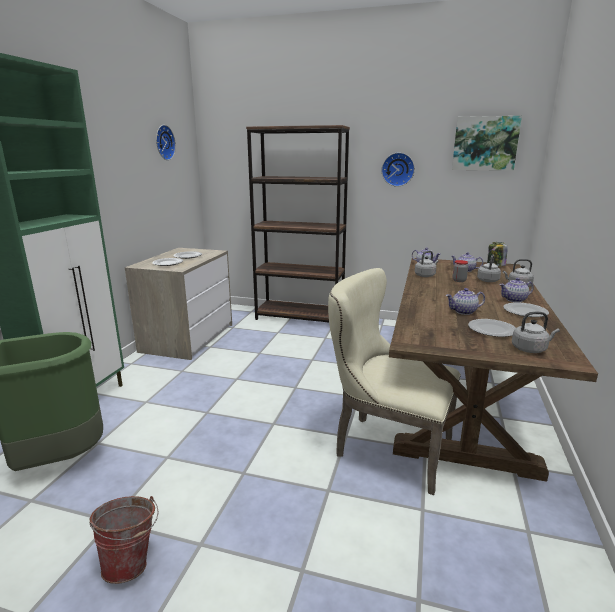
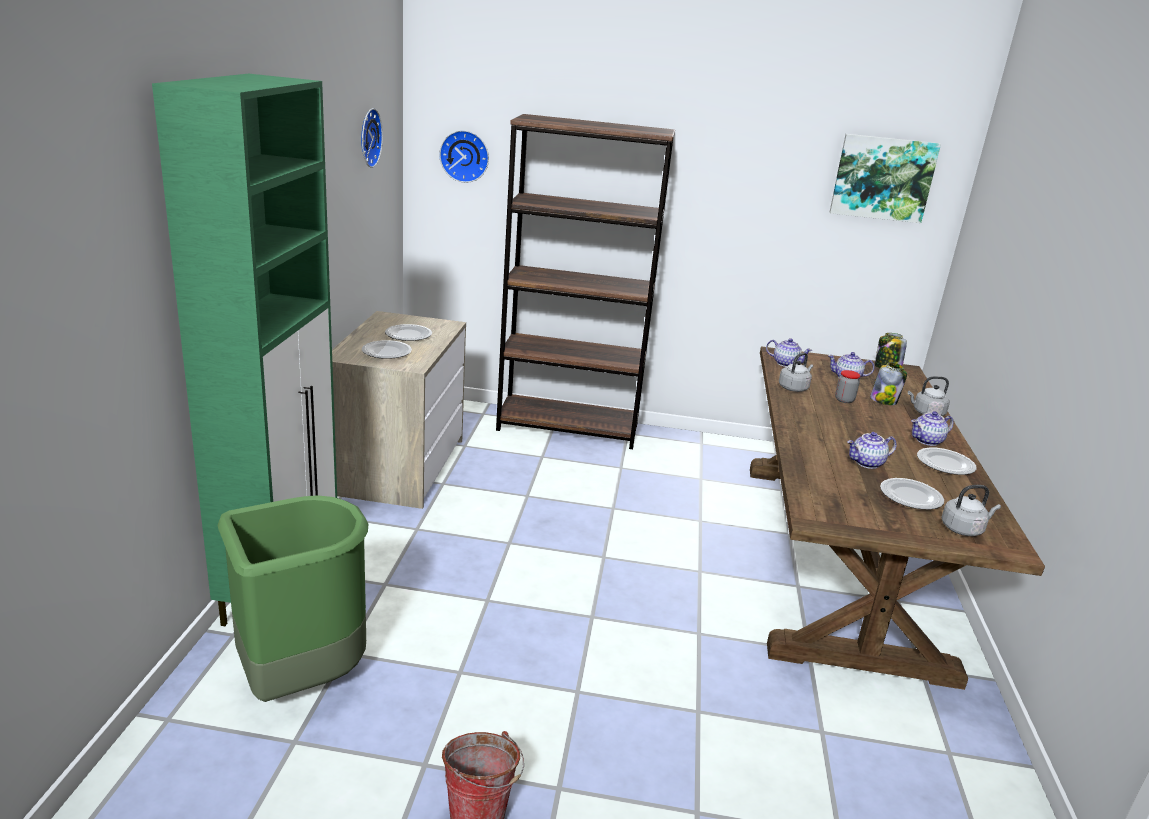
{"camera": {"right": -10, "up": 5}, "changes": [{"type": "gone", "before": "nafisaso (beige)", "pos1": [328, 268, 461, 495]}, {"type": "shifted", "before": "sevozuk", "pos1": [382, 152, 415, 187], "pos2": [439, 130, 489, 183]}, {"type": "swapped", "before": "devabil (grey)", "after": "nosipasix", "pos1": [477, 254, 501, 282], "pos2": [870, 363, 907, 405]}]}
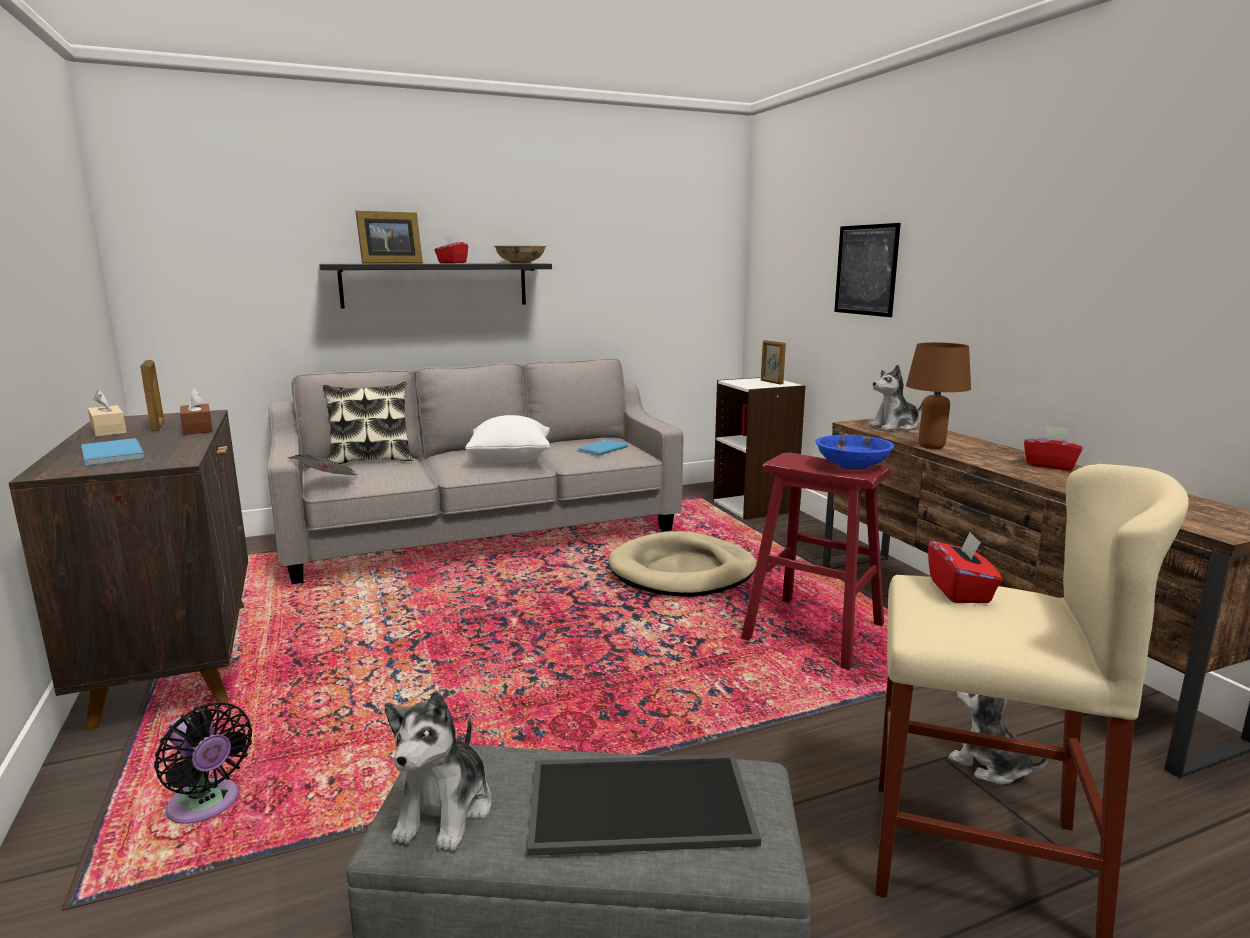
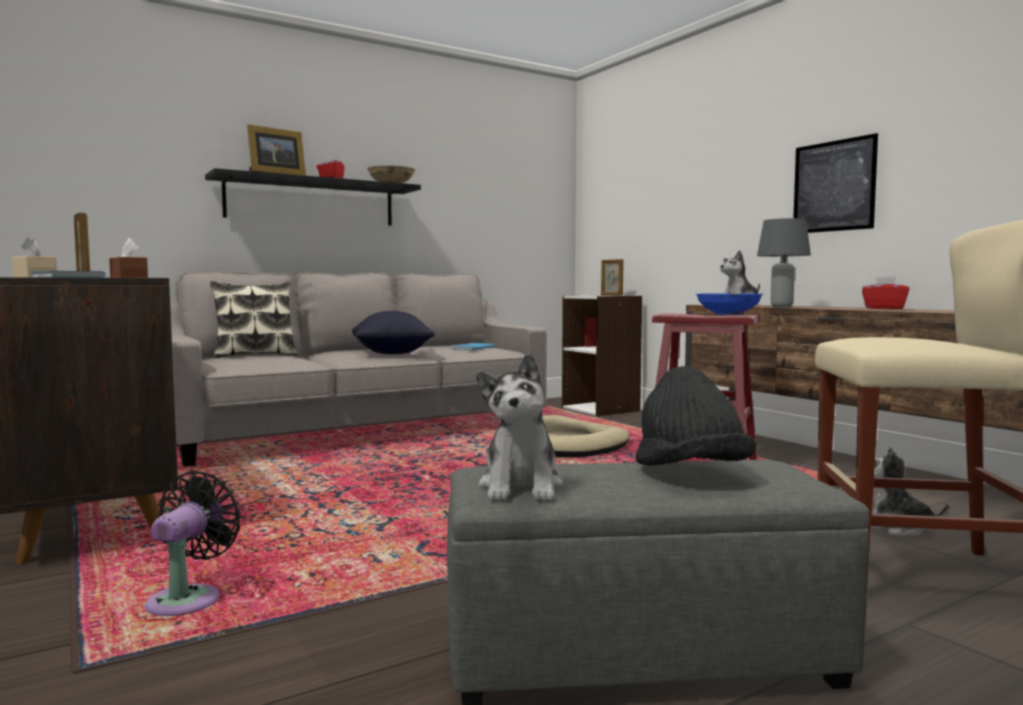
{"camera": {"right": -10, "up": -10}, "changes": [{"type": "gone", "before": "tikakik", "pos1": [288, 455, 359, 475]}, {"type": "gone", "before": "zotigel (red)", "pos1": [928, 532, 1003, 603]}, {"type": "shifted", "before": "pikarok", "pos1": [834, 223, 901, 317], "pos2": [793, 133, 878, 233]}, {"type": "swapped", "before": "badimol", "after": "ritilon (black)", "pos1": [527, 754, 761, 856], "pos2": [635, 366, 756, 466]}, {"type": "repainted", "before": "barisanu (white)", "after": "barisanu (black)", "pos1": [465, 415, 550, 463], "pos2": [352, 311, 435, 354]}, {"type": "repainted", "before": "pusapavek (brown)", "after": "pusapavek (grey)", "pos1": [906, 342, 971, 449], "pos2": [757, 218, 811, 307]}, {"type": "rotated", "before": "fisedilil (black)", "pos1": [154, 702, 252, 824], "pos2": [145, 471, 241, 616], "turn": -105}]}
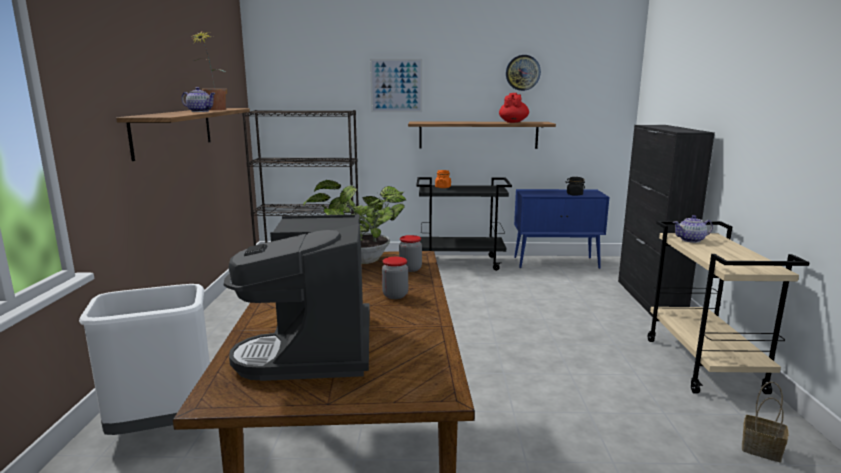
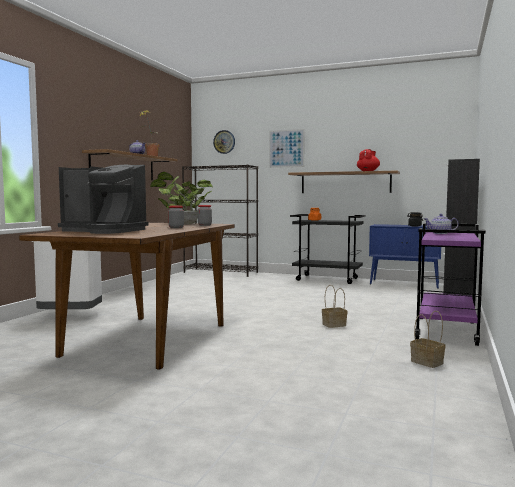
{"camera": {"right": 20, "up": -10}, "changes": [{"type": "new", "after": "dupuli", "pos2": [322, 285, 348, 328]}, {"type": "shifted", "before": "sevozuk", "pos1": [506, 55, 541, 91], "pos2": [213, 130, 235, 154]}, {"type": "repainted", "before": "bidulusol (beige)", "after": "bidulusol (purple)", "pos1": [648, 221, 810, 394], "pos2": [415, 223, 486, 346]}, {"type": "rotated", "before": "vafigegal", "pos1": [224, 214, 370, 381], "pos2": [58, 165, 149, 234], "turn": -90}]}
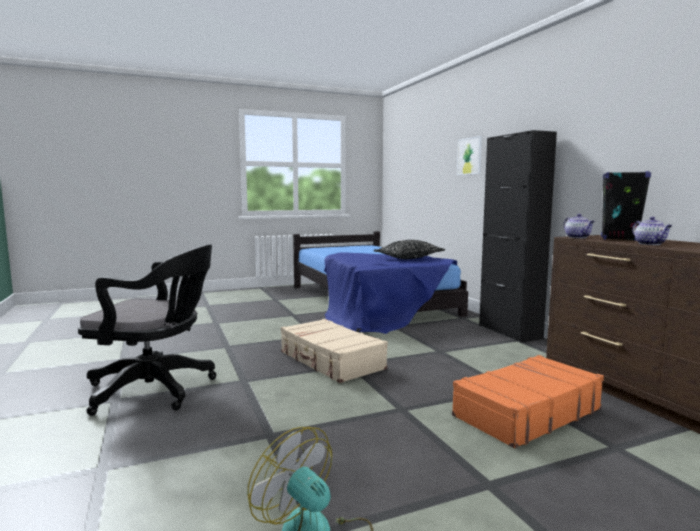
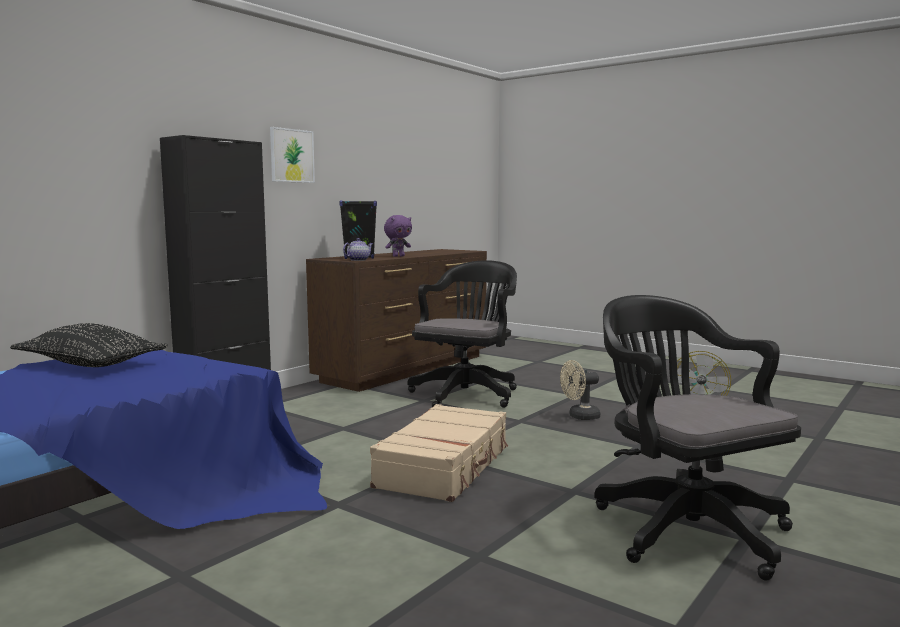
{"camera": {"right": -120, "up": 0}, "changes": [{"type": "new", "after": "fisedilil (beige)", "pos2": [560, 360, 600, 420]}, {"type": "shifted", "before": "pikarok", "pos1": [457, 136, 482, 175], "pos2": [270, 127, 315, 183]}, {"type": "swapped", "before": "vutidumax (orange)", "after": "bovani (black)", "pos1": [452, 355, 604, 449], "pos2": [408, 260, 517, 408]}, {"type": "swapped", "before": "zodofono", "after": "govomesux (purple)", "pos1": [632, 217, 673, 245], "pos2": [384, 215, 412, 257]}]}
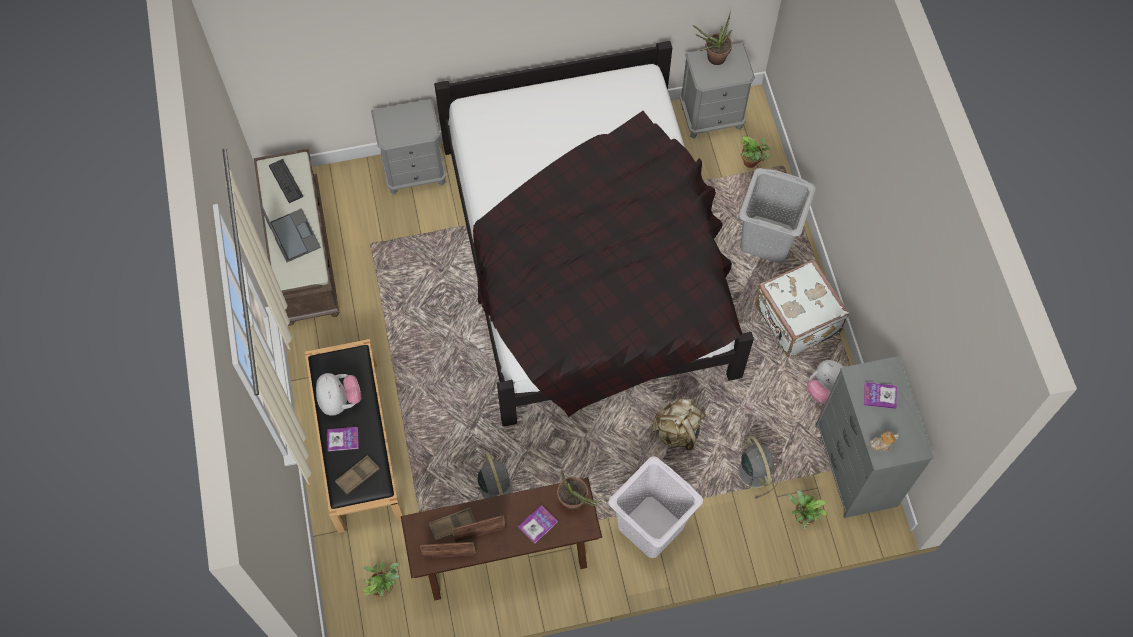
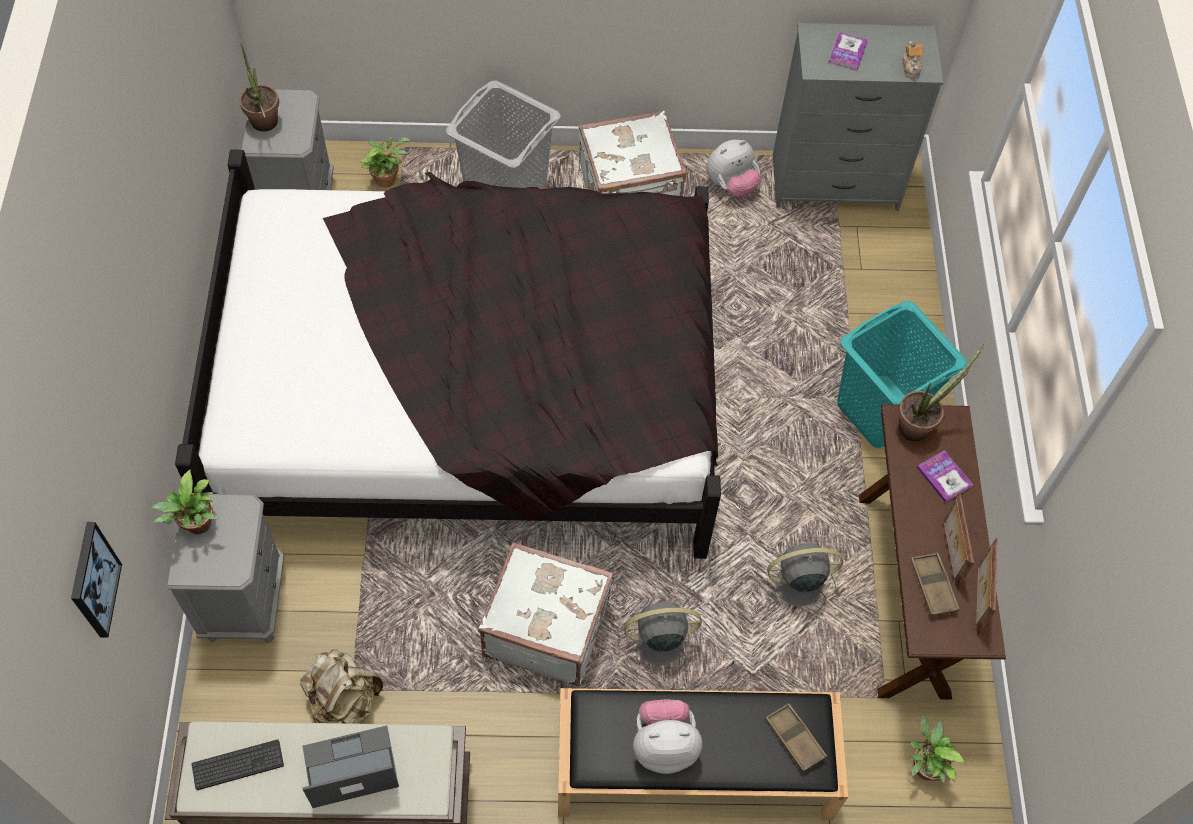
{"camera": {"right": -80, "up": -5}, "changes": [{"type": "gone", "before": "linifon", "pos1": [327, 427, 359, 451]}, {"type": "new", "after": "pikarok", "pos2": [71, 522, 122, 638]}, {"type": "new", "after": "vutidumax (white)", "pos2": [478, 542, 614, 686]}, {"type": "shifted", "before": "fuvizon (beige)", "pos1": [652, 398, 705, 450], "pos2": [300, 649, 383, 724]}, {"type": "shifted", "before": "fisedilil (grey)", "pos1": [733, 436, 780, 499], "pos2": [624, 602, 702, 677]}, {"type": "shifted", "before": "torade", "pos1": [787, 489, 828, 530], "pos2": [152, 469, 218, 534]}, {"type": "repainted", "before": "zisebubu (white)", "after": "zisebubu (turquoise)", "pos1": [608, 456, 703, 558], "pos2": [837, 301, 967, 448]}]}
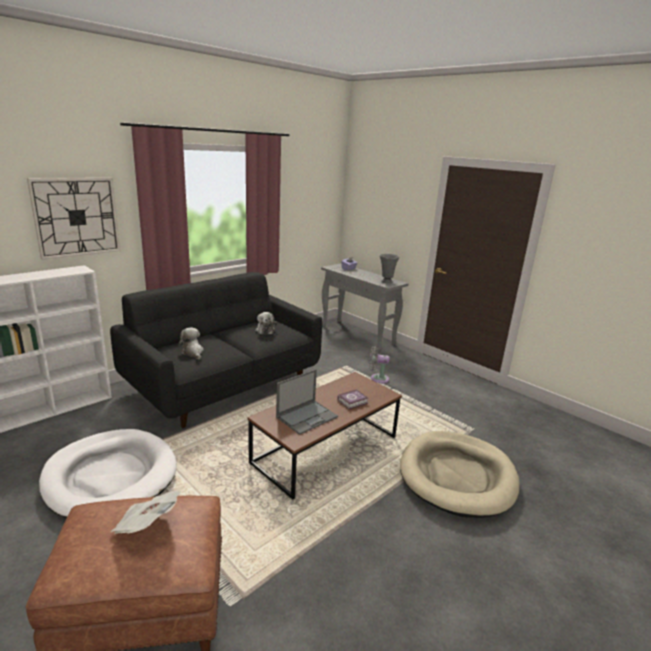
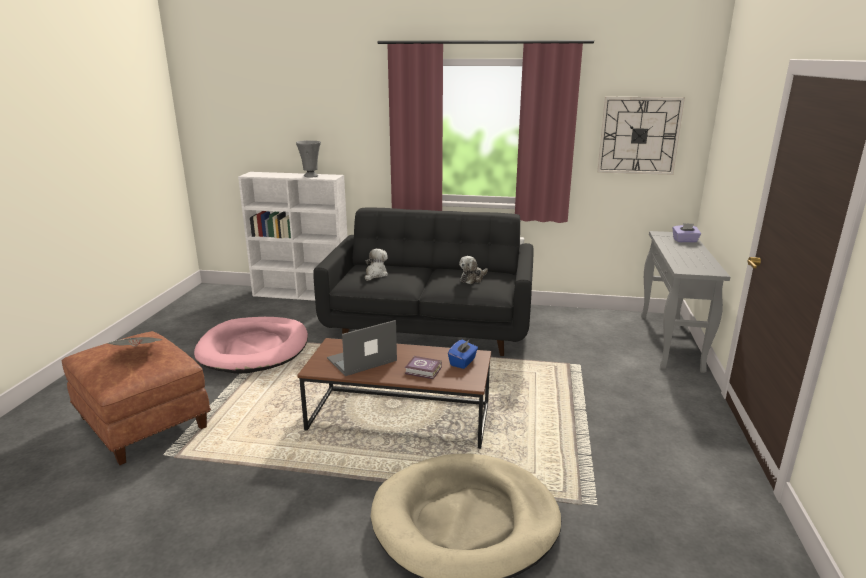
{"camera": {"right": 55, "up": 0}, "changes": [{"type": "gone", "before": "fisedilil (grey)", "pos1": [369, 346, 390, 384]}, {"type": "new", "after": "zotigel (blue)", "pos2": [448, 339, 478, 369]}, {"type": "shifted", "before": "sevozuk", "pos1": [27, 178, 120, 260], "pos2": [597, 97, 685, 175]}, {"type": "shifted", "before": "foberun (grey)", "pos1": [380, 254, 400, 283], "pos2": [296, 141, 321, 178]}, {"type": "repainted", "before": "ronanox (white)", "after": "ronanox (pink)", "pos1": [39, 429, 177, 518], "pos2": [194, 317, 308, 374]}, {"type": "rotated", "before": "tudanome", "pos1": [276, 369, 338, 435], "pos2": [327, 320, 397, 376], "turn": 135}]}
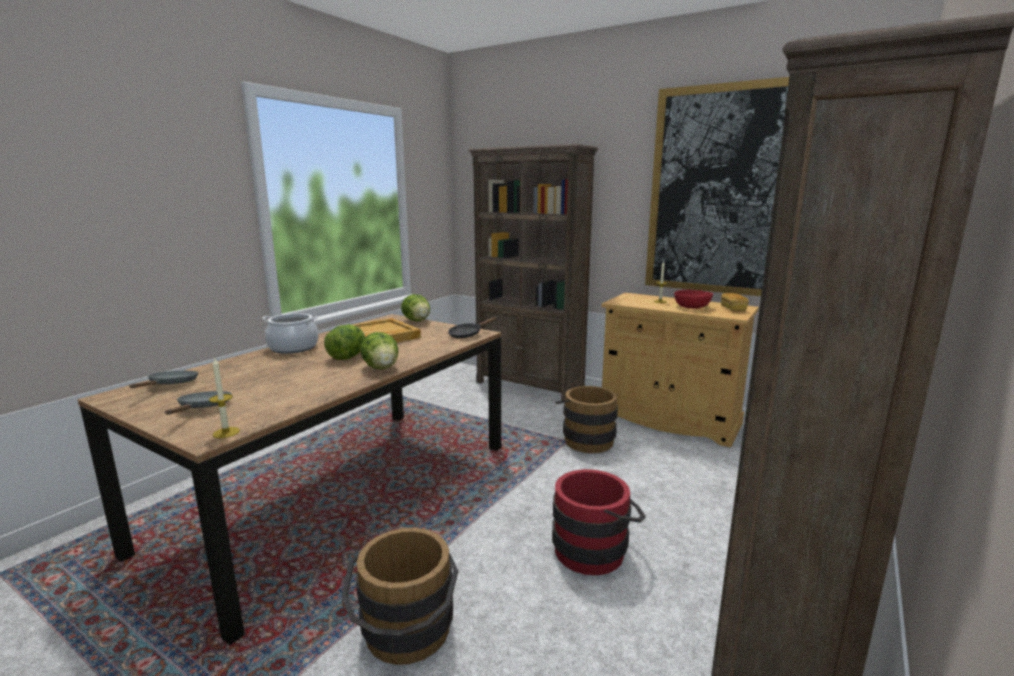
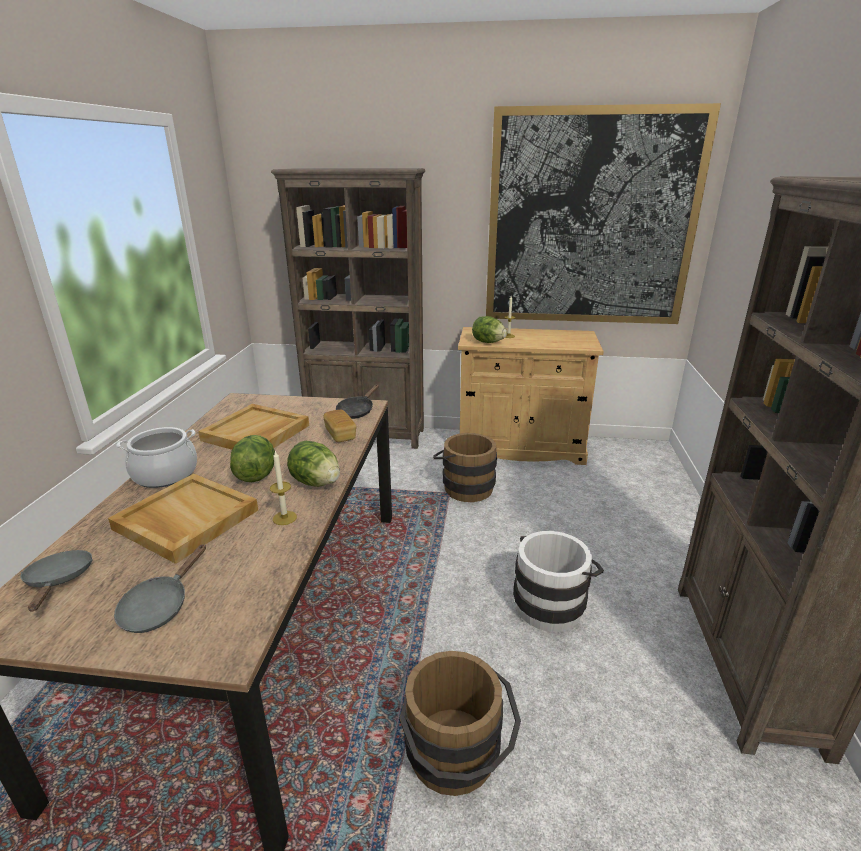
{"camera": {"right": -25, "up": 10}, "changes": [{"type": "gone", "before": "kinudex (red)", "pos1": [674, 290, 713, 309]}, {"type": "new", "after": "badimol (beige)", "pos2": [108, 474, 258, 564]}, {"type": "shifted", "before": "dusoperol", "pos1": [209, 357, 240, 438], "pos2": [270, 451, 297, 525]}, {"type": "shifted", "before": "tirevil", "pos1": [401, 294, 430, 321], "pos2": [472, 316, 507, 343]}, {"type": "shifted", "before": "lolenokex", "pos1": [721, 293, 749, 312], "pos2": [323, 410, 356, 442]}, {"type": "repainted", "before": "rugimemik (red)", "after": "rugimemik (white)", "pos1": [552, 469, 646, 575], "pos2": [513, 531, 604, 632]}, {"type": "rotated", "before": "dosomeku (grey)", "pos1": [165, 391, 232, 415], "pos2": [114, 544, 206, 633], "turn": -135}]}
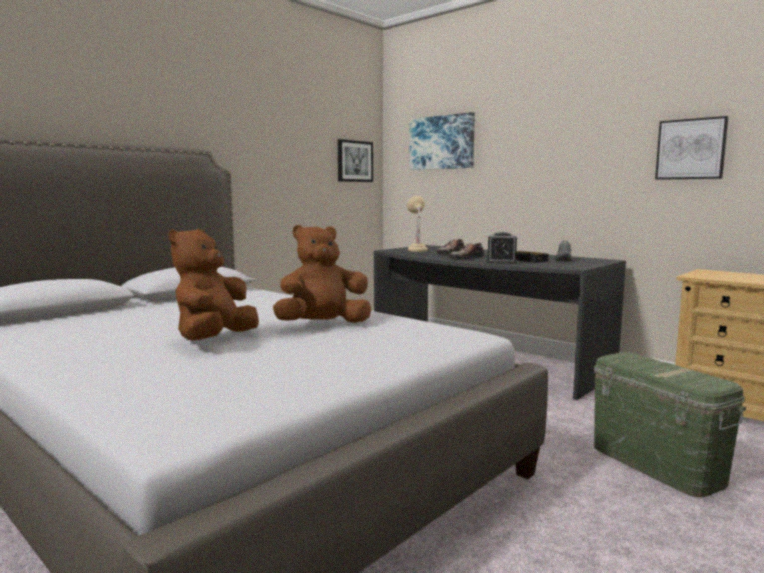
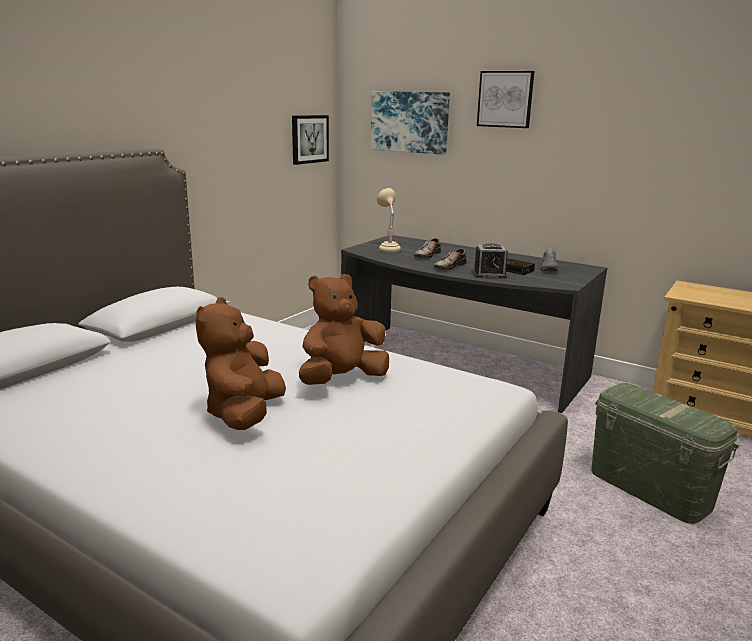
{"camera": {"right": -10, "up": 10}, "changes": [{"type": "shifted", "before": "pikarok", "pos1": [655, 116, 728, 180], "pos2": [477, 71, 535, 128]}]}
